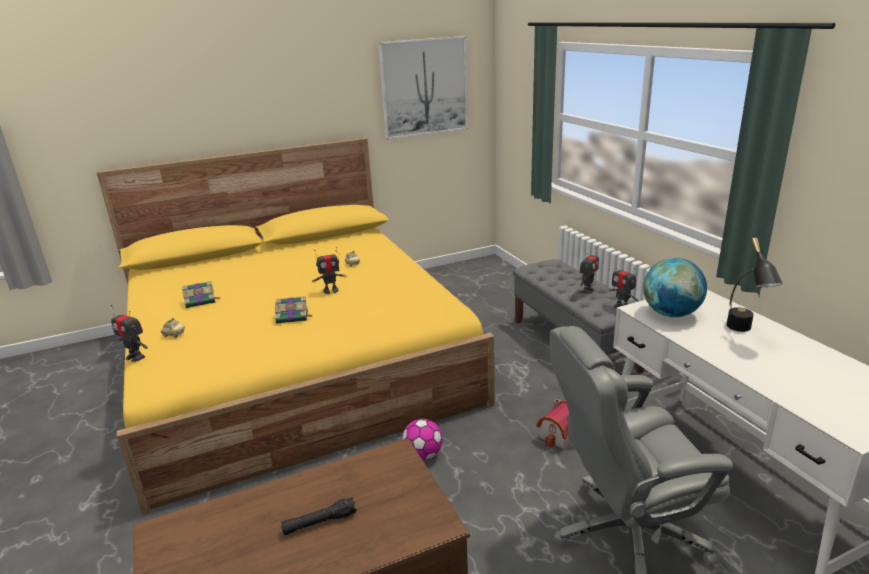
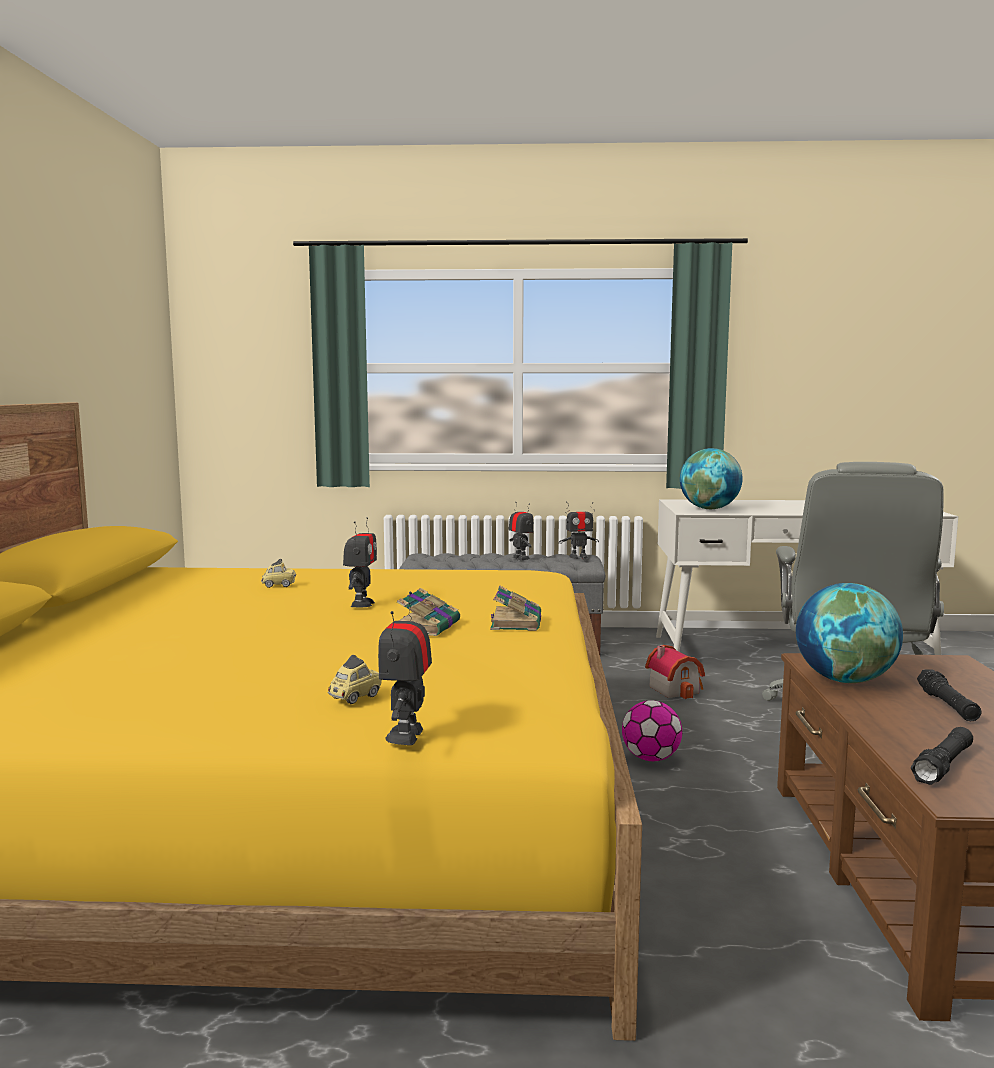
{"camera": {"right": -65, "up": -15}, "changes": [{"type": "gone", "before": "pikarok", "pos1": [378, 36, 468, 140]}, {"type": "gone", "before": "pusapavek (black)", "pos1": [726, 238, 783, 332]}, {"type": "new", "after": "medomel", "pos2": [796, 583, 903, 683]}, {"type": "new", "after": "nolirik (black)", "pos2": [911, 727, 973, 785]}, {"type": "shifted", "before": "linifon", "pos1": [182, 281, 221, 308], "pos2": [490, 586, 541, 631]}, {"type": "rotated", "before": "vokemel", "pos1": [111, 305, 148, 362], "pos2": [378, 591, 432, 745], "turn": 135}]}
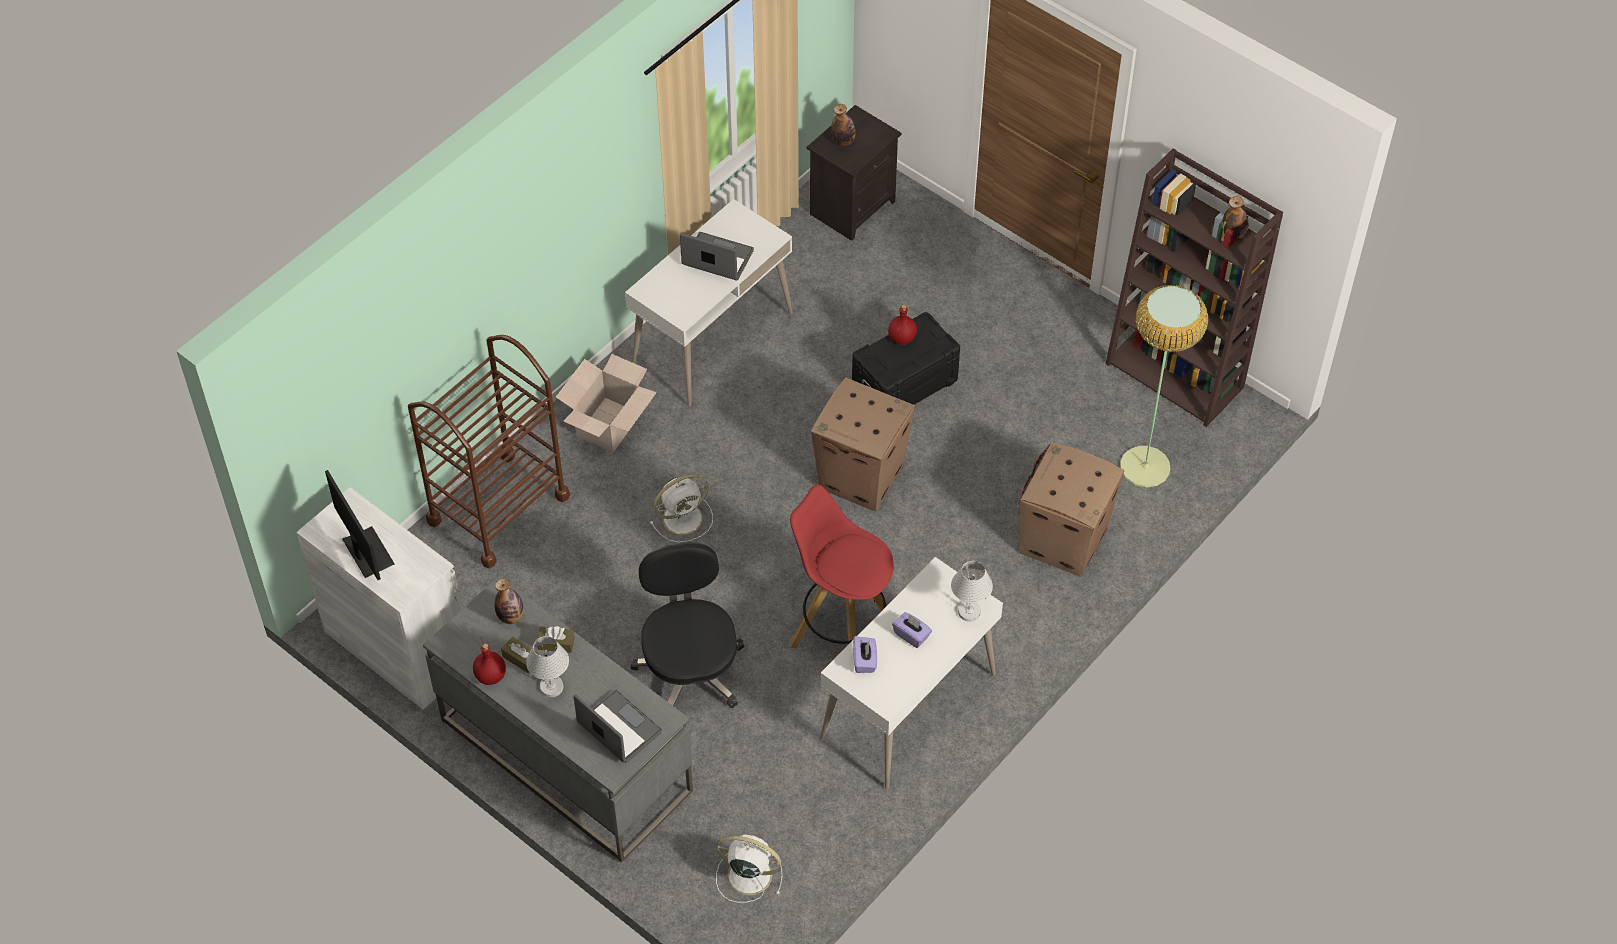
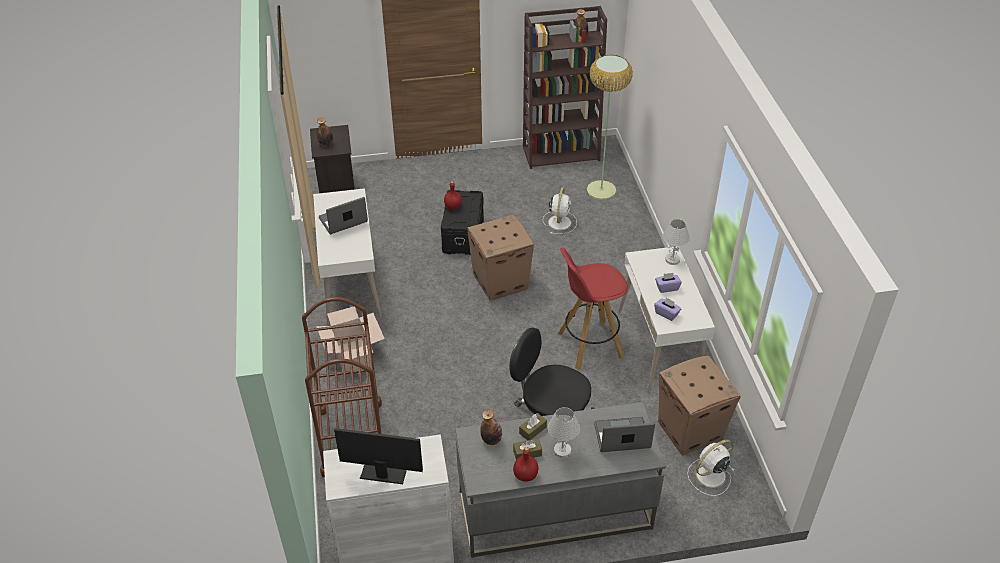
{"camera": {"right": -50, "up": -10}, "changes": [{"type": "shifted", "before": "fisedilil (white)", "pos1": [650, 474, 713, 543], "pos2": [543, 187, 577, 234]}, {"type": "shifted", "before": "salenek", "pos1": [1020, 442, 1124, 577], "pos2": [658, 355, 741, 455]}]}
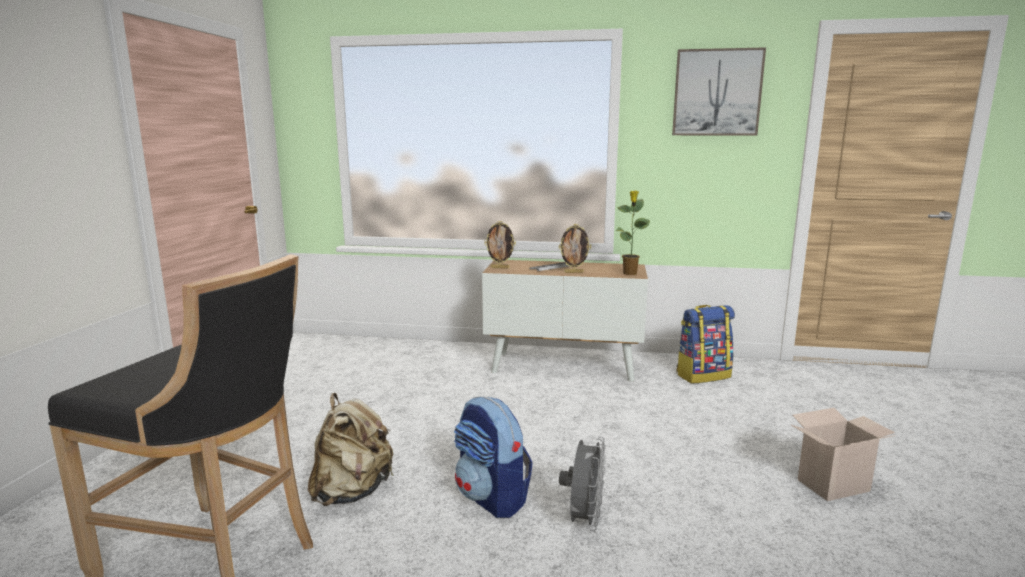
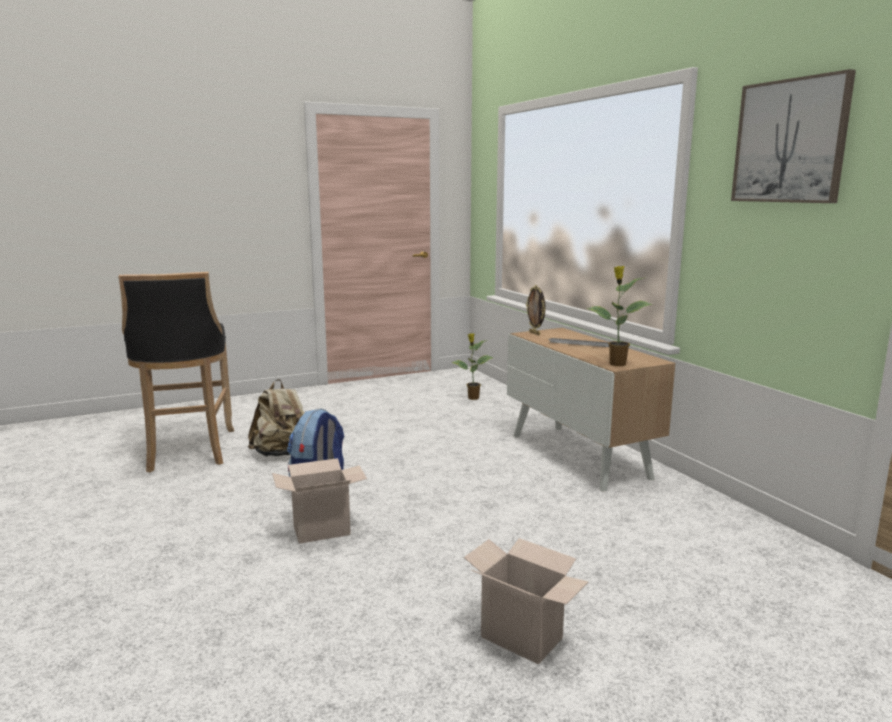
{"camera": {"right": 55, "up": 0}, "changes": [{"type": "gone", "before": "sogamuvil", "pos1": [559, 224, 591, 273]}, {"type": "gone", "before": "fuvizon", "pos1": [676, 305, 735, 383]}, {"type": "new", "after": "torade", "pos2": [451, 333, 494, 400]}, {"type": "swapped", "before": "fisedilil (grey)", "after": "salenek", "pos1": [559, 436, 606, 531], "pos2": [272, 458, 367, 544]}]}
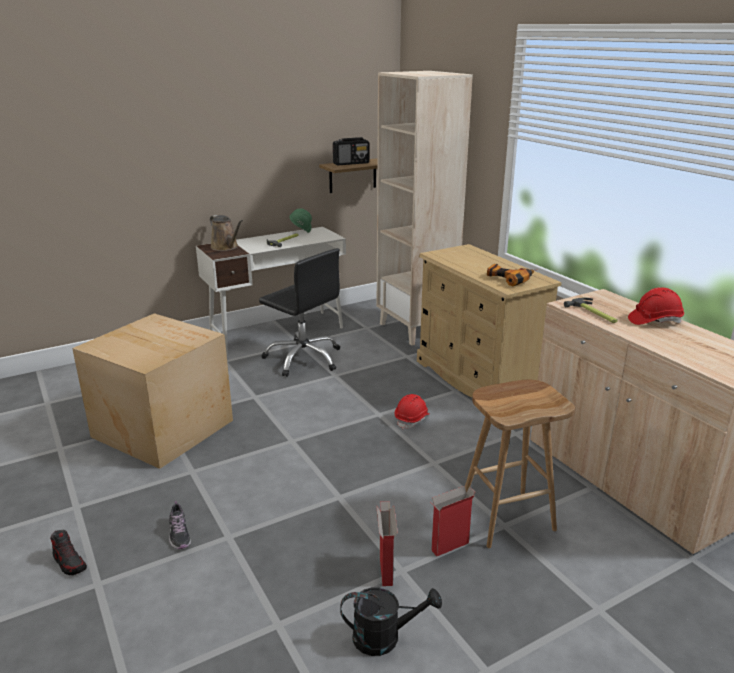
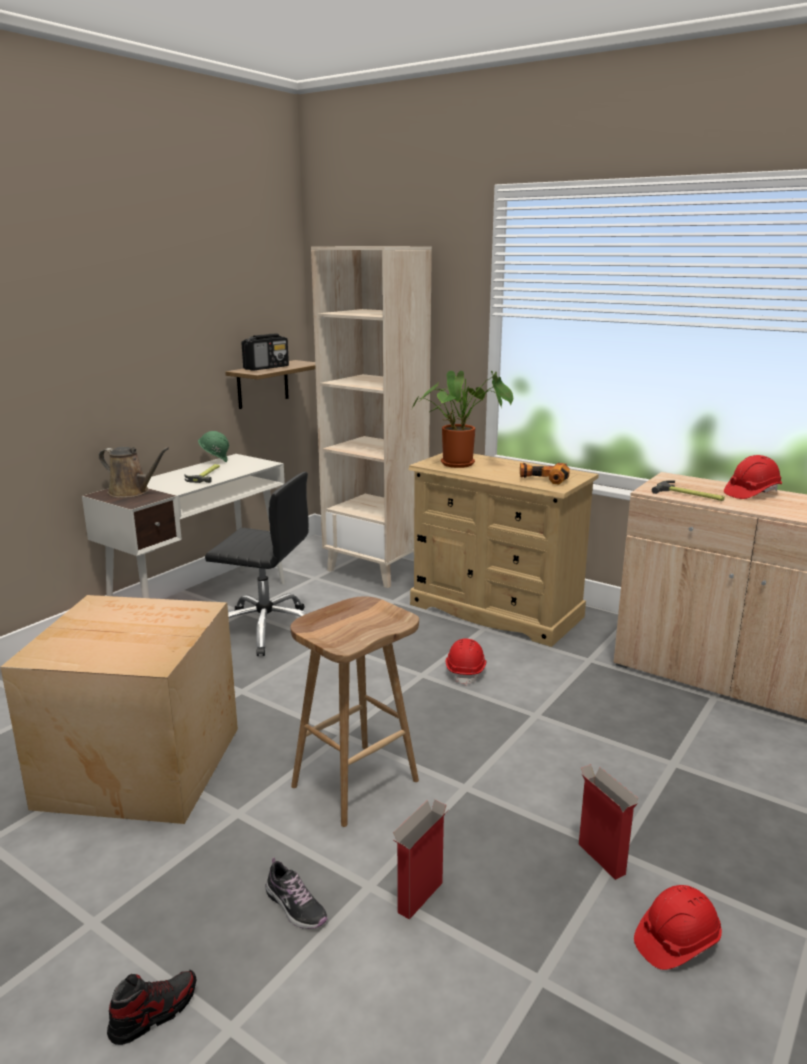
{"camera": {"right": -25, "up": -5}, "changes": [{"type": "new", "after": "torade", "pos2": [412, 371, 513, 468]}, {"type": "shifted", "before": "salenek", "pos1": [431, 486, 475, 556], "pos2": [393, 800, 448, 920]}, {"type": "shifted", "before": "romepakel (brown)", "pos1": [465, 380, 575, 548], "pos2": [290, 596, 419, 827]}, {"type": "swapped", "before": "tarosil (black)", "after": "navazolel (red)", "pos1": [340, 587, 442, 656], "pos2": [634, 885, 722, 970]}, {"type": "rotated", "before": "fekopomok", "pos1": [50, 530, 87, 575], "pos2": [107, 970, 197, 1045], "turn": -60}]}
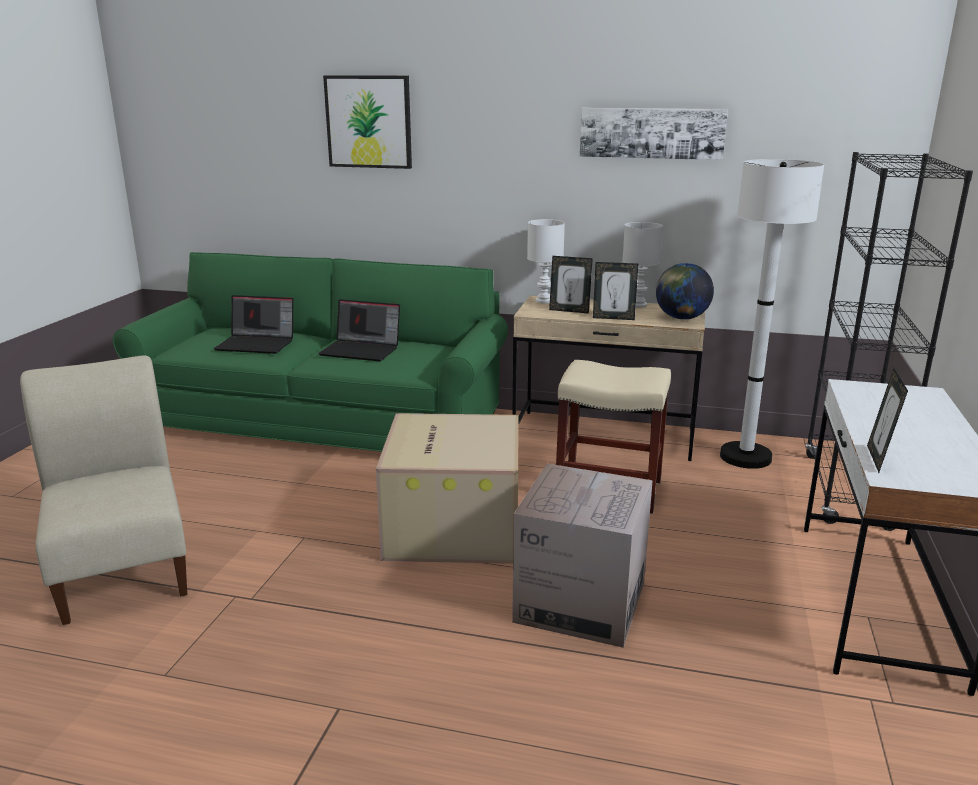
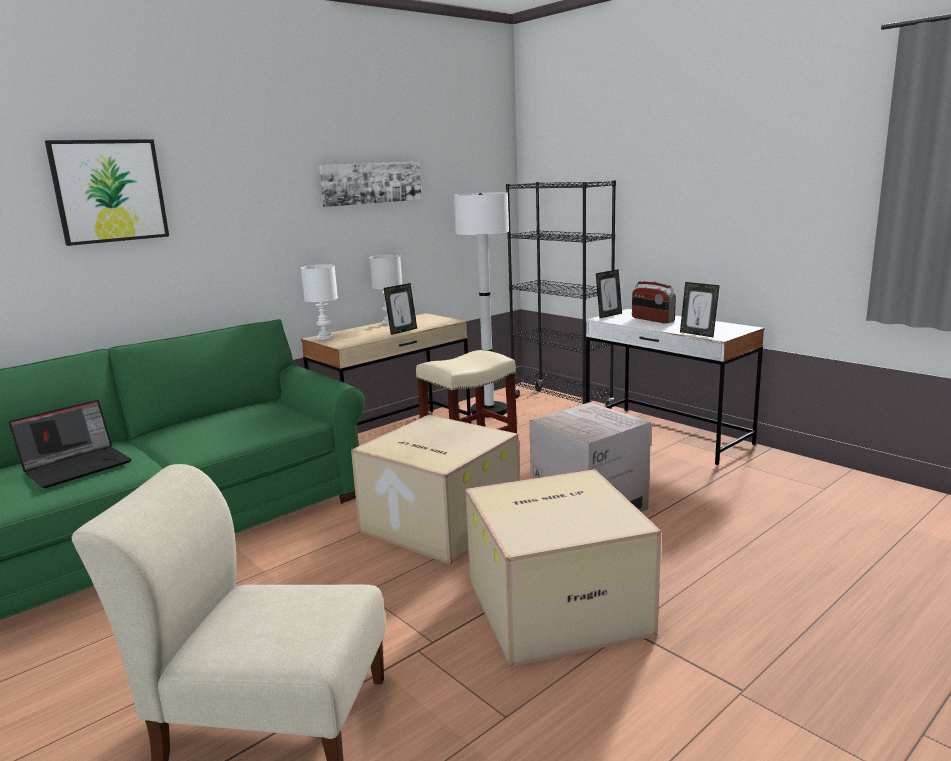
{"camera": {"right": -55, "up": -5}, "changes": [{"type": "gone", "before": "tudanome", "pos1": [318, 299, 400, 361]}, {"type": "gone", "before": "medomel", "pos1": [656, 263, 714, 320]}, {"type": "new", "after": "salenek", "pos2": [465, 469, 661, 667]}, {"type": "new", "after": "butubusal", "pos2": [632, 281, 676, 324]}, {"type": "shifted", "before": "sogamuvil", "pos1": [549, 256, 593, 314], "pos2": [596, 269, 622, 318]}]}
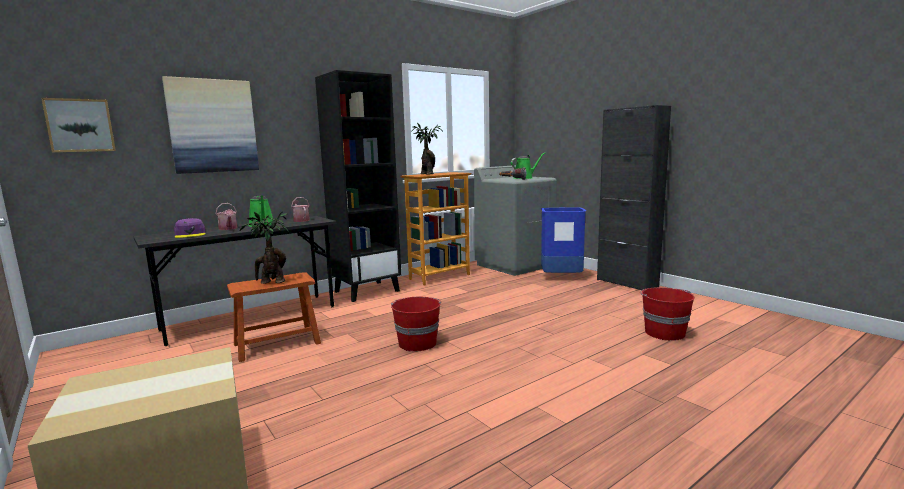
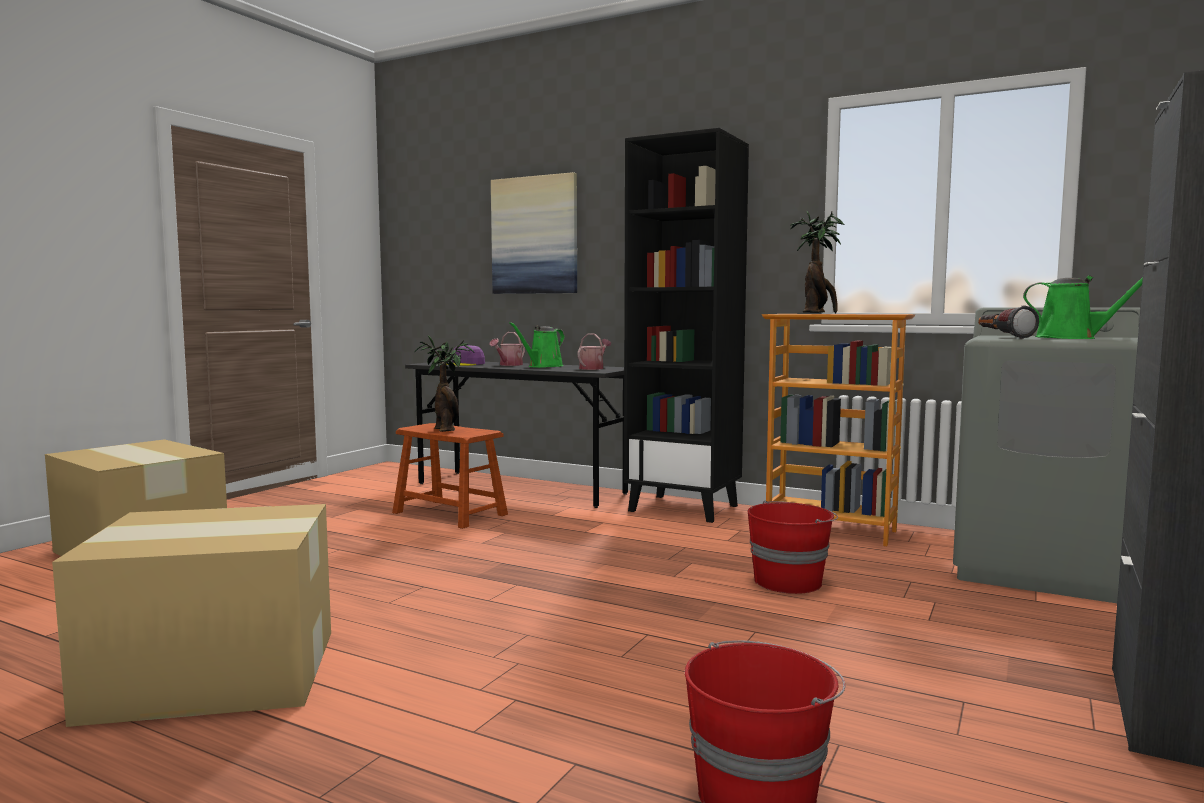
{"camera": {"right": 65, "up": -5}, "changes": [{"type": "gone", "before": "pikarok", "pos1": [41, 98, 116, 152]}, {"type": "gone", "before": "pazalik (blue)", "pos1": [541, 207, 587, 273]}, {"type": "new", "after": "salenek", "pos2": [52, 504, 331, 727]}, {"type": "shifted", "before": "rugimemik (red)", "pos1": [391, 297, 441, 351], "pos2": [747, 501, 838, 594]}]}
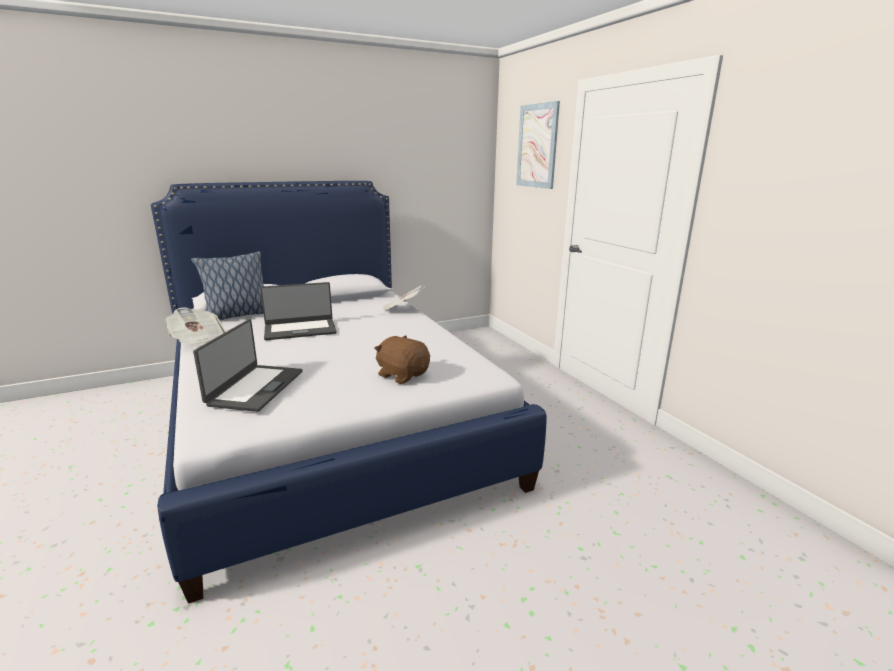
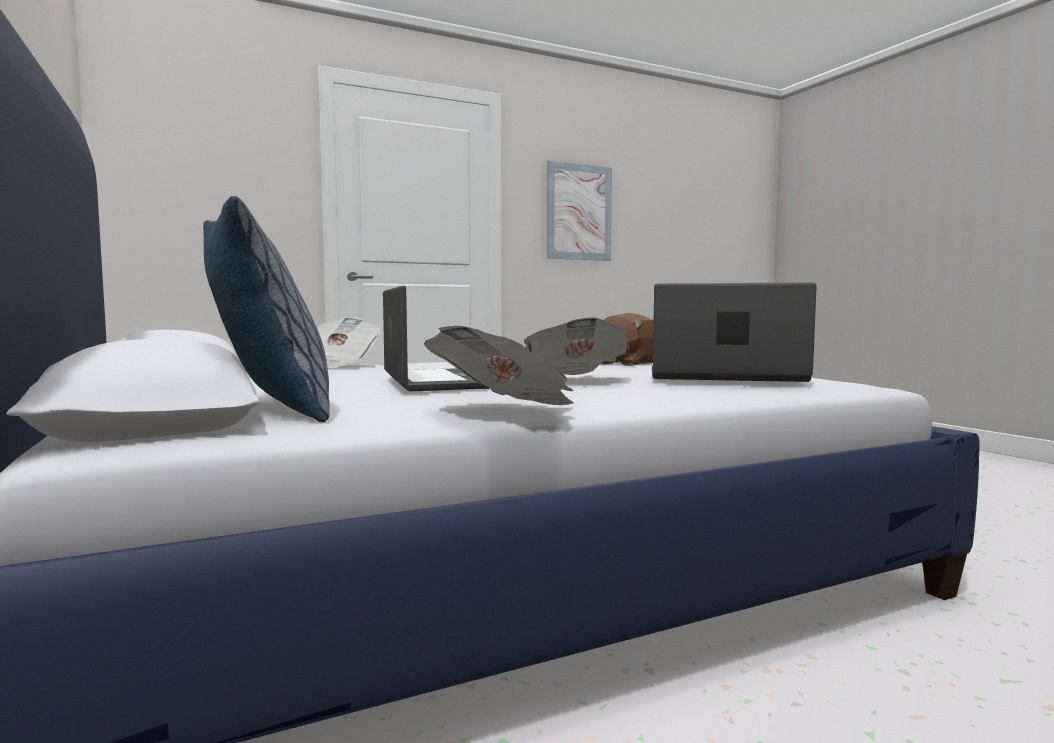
{"camera": {"right": -90, "up": -15}, "changes": [{"type": "new", "after": "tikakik", "pos2": [524, 318, 630, 375]}, {"type": "shifted", "before": "pikarok", "pos1": [516, 101, 560, 189], "pos2": [547, 161, 612, 261]}]}
